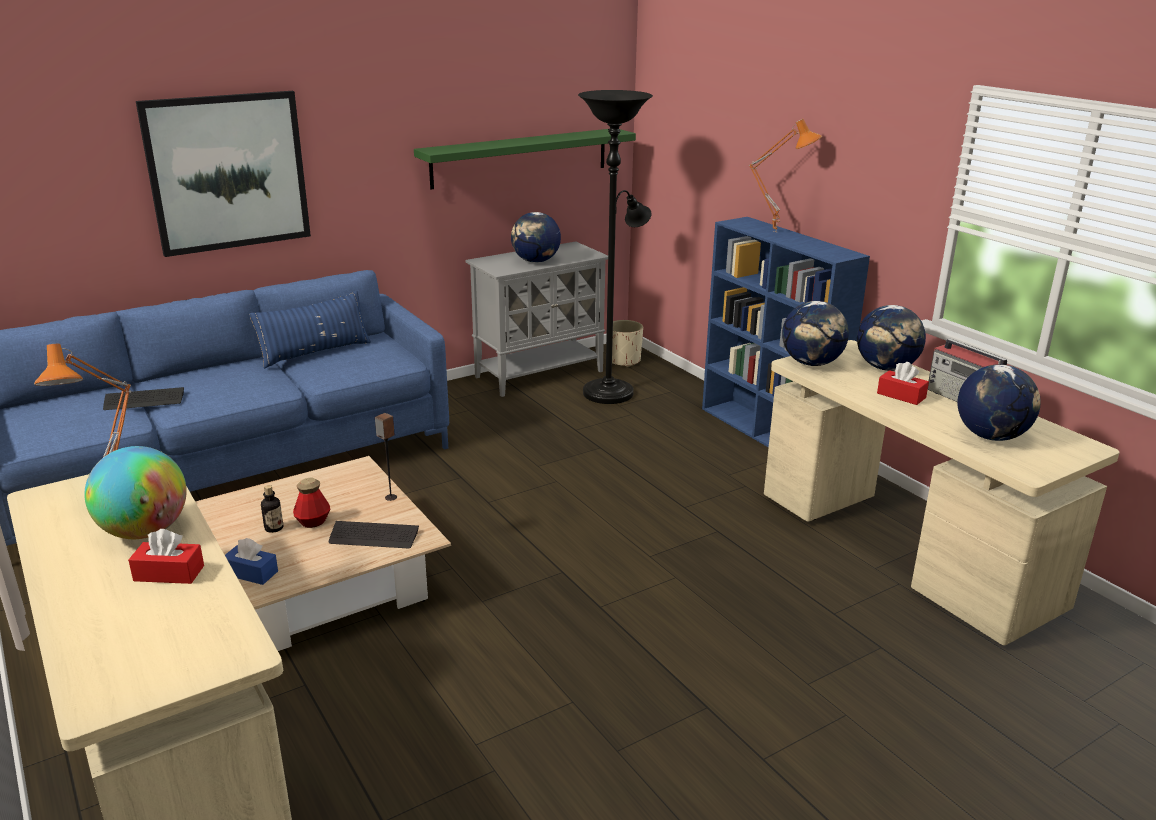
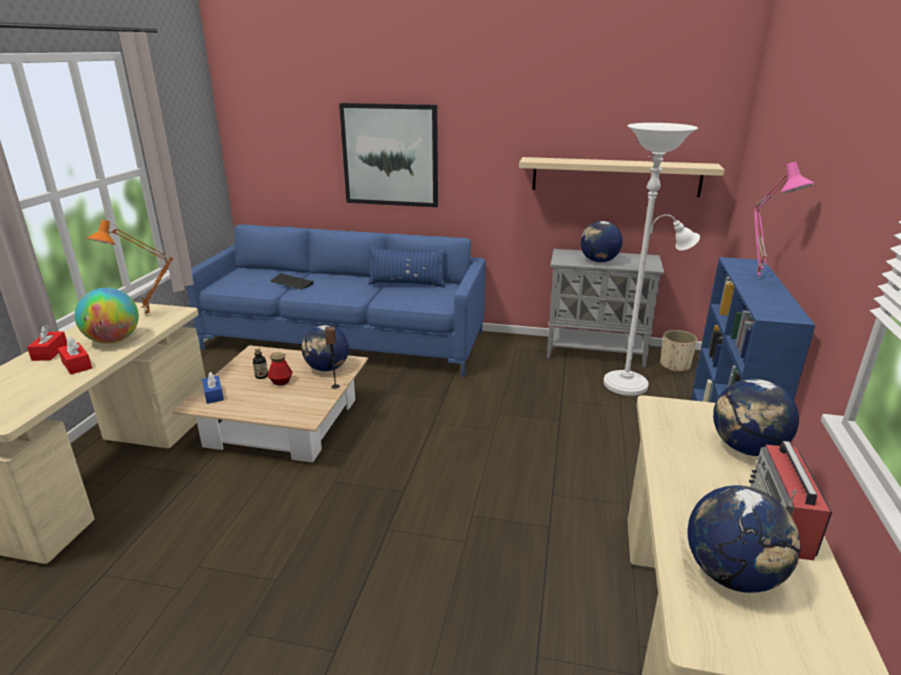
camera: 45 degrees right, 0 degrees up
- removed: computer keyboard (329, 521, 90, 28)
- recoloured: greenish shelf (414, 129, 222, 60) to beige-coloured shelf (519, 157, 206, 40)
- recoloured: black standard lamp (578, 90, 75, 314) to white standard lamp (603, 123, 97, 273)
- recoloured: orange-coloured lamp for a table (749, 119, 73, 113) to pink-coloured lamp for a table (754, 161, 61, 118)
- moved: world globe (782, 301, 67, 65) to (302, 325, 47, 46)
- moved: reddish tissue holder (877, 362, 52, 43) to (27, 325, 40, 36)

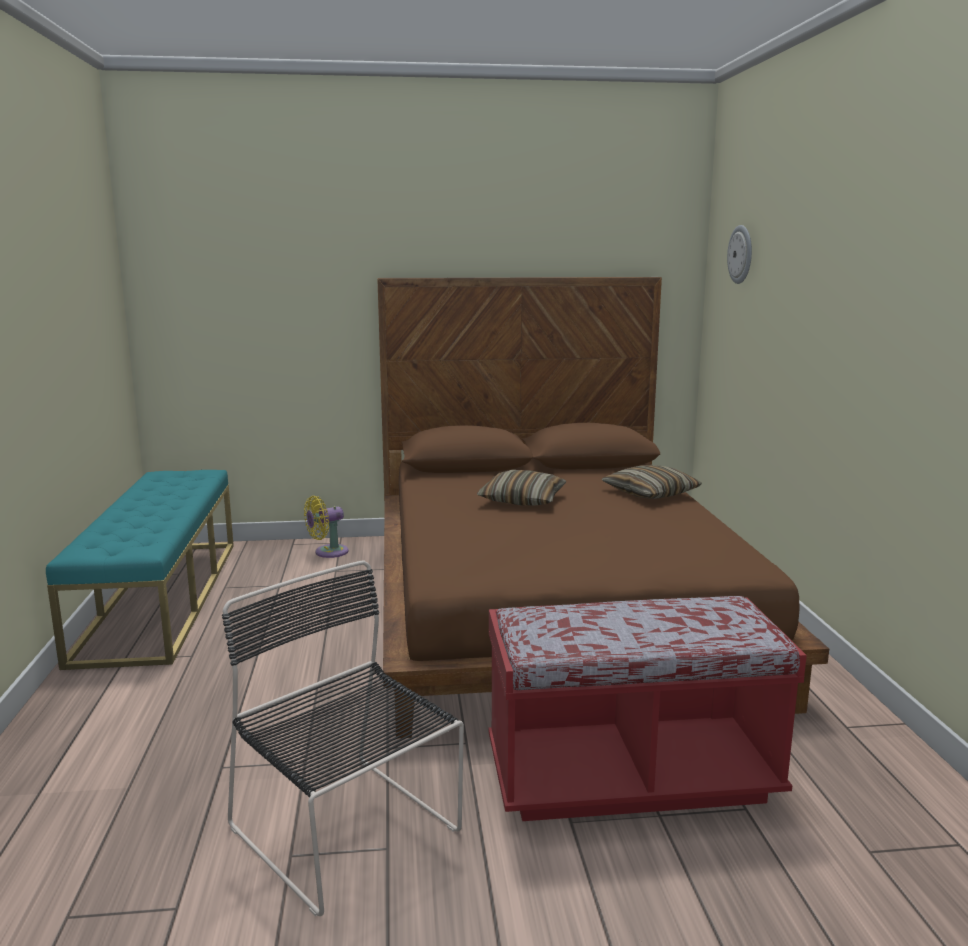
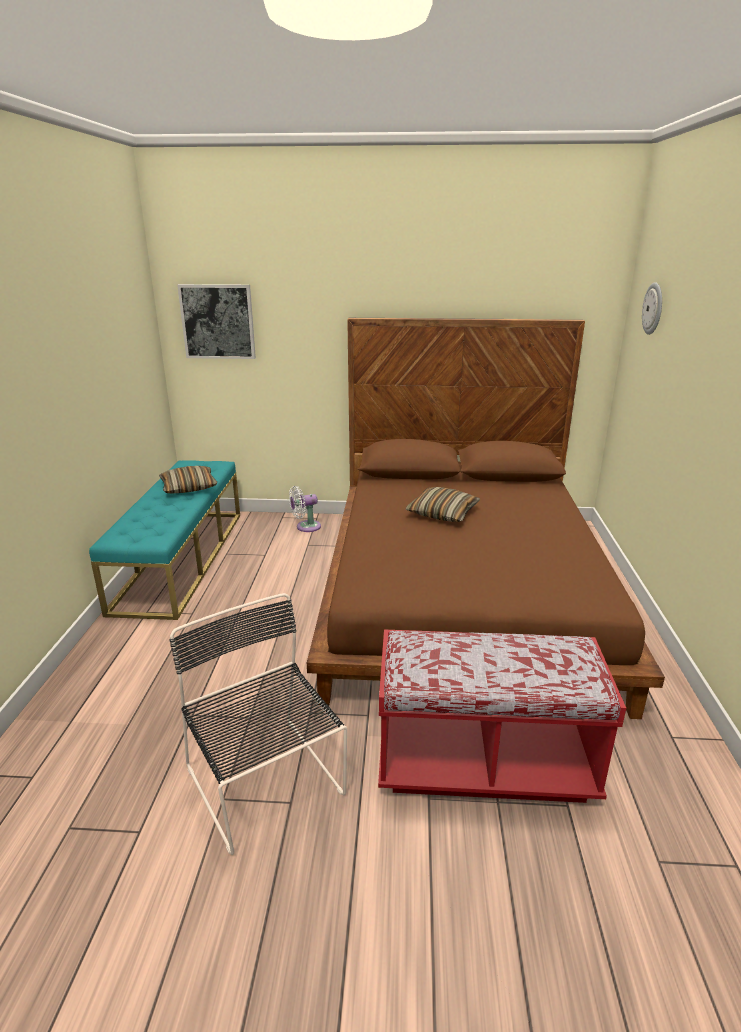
camera: 10 degrees right, 10 degrees up
- recoloured: yellowish electric fan (304, 496, 45, 62) to white electric fan (289, 486, 32, 46)
- moved: pillow (602, 465, 100, 34) to (159, 466, 58, 27)
- added: picture (177, 284, 79, 75)

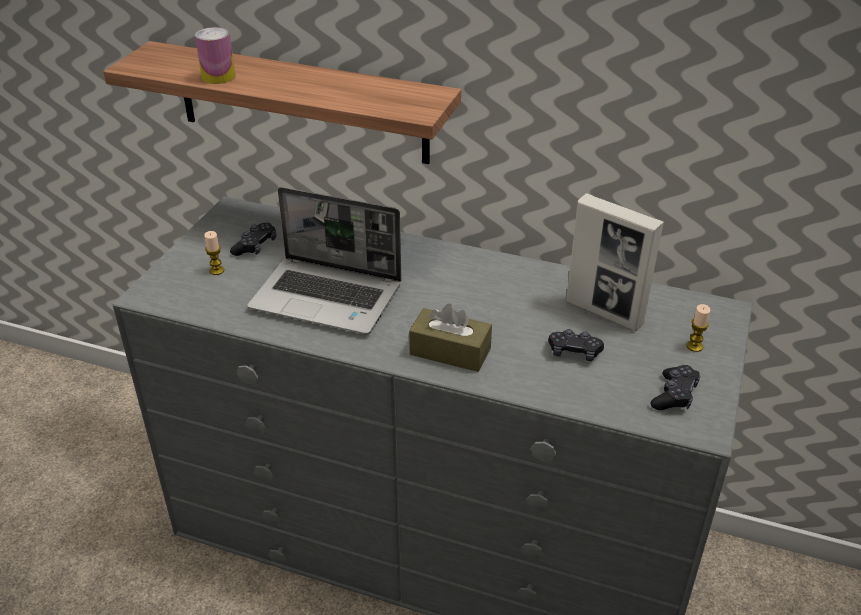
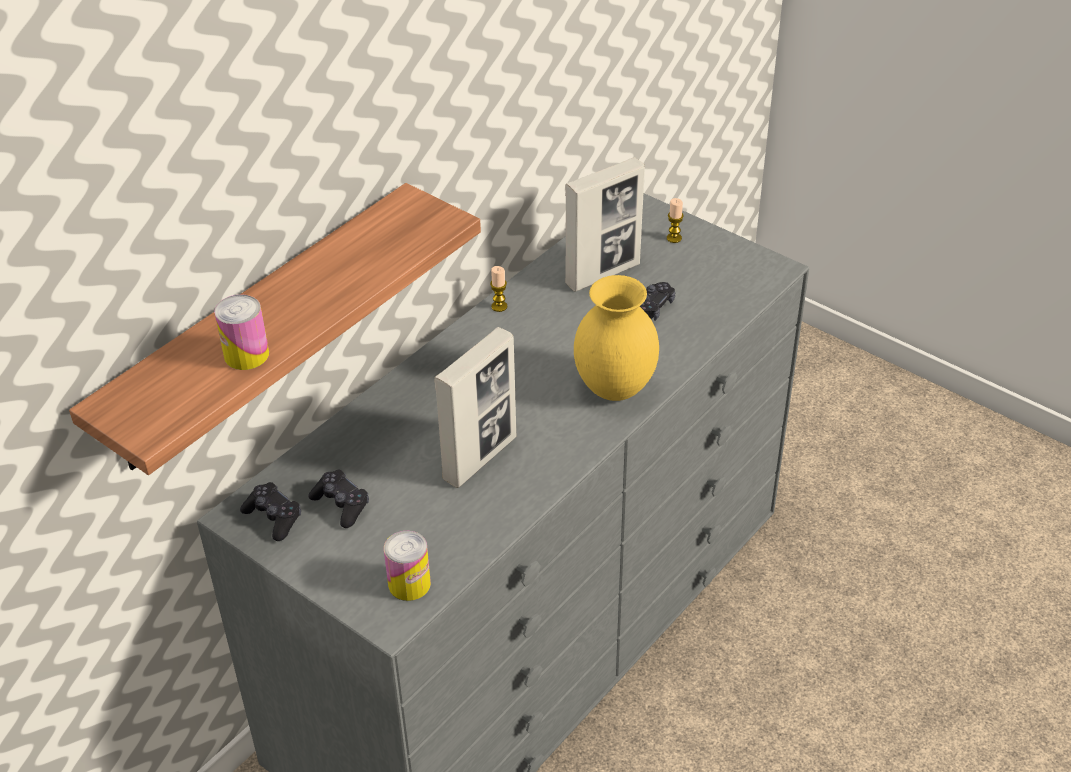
camera: 70 degrees left, 5 degrees up
- moved: wax light (204, 231, 20, 44) to (490, 266, 17, 46)
- replaced: notebook computer (248, 187, 153, 147) to picture frame (434, 327, 82, 161)
- replaced: brown-coloured tissue holder (409, 304, 83, 68) to yellowish flower vase (574, 275, 85, 126)
- moved: black joypad (651, 365, 49, 45) to (240, 482, 61, 59)
- added: metal can (384, 531, 47, 70)

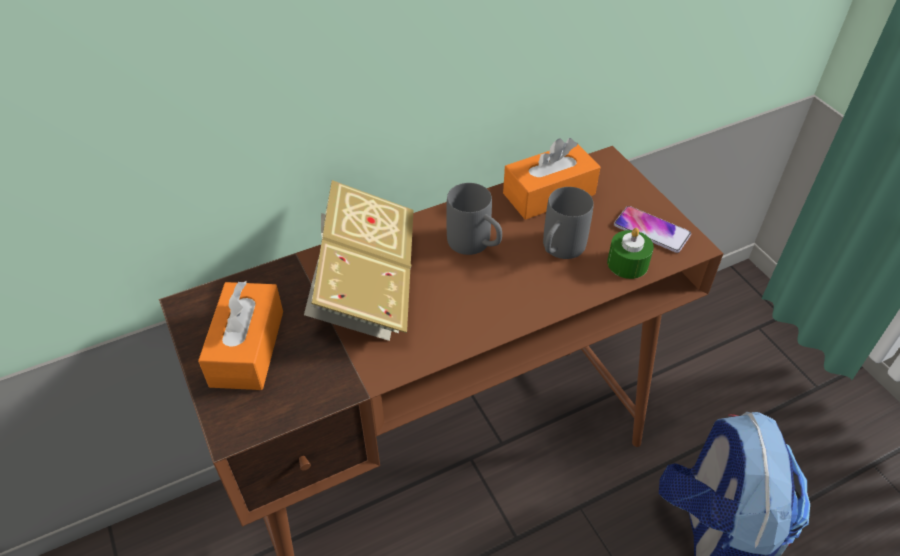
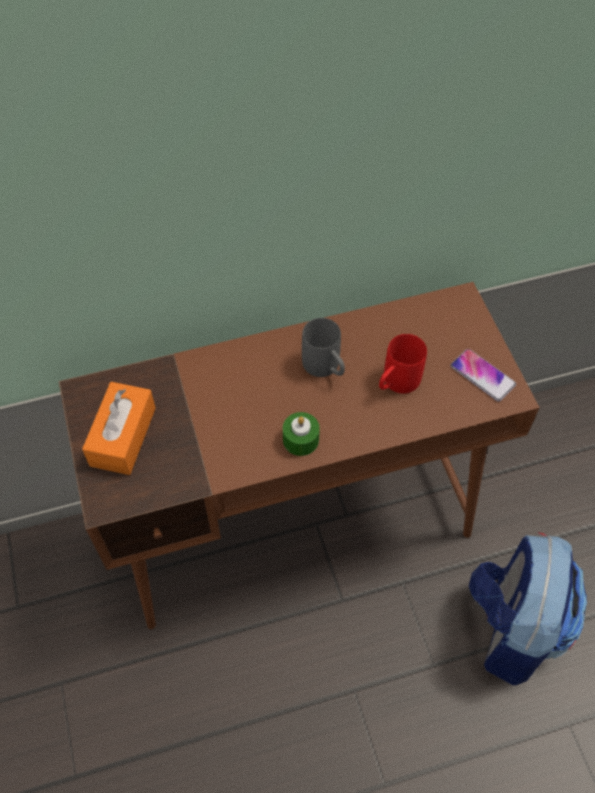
camera: 10 degrees right, 10 degrees up
- removed: bound book (304, 180, 110, 161)
- removed: orange-coloured tissue holder (503, 138, 98, 82)
- recoloured: grey tea mug (543, 187, 51, 72) to reddish tea mug (379, 334, 48, 60)
- moved: greenish wax light (607, 228, 47, 51) to (283, 412, 37, 44)

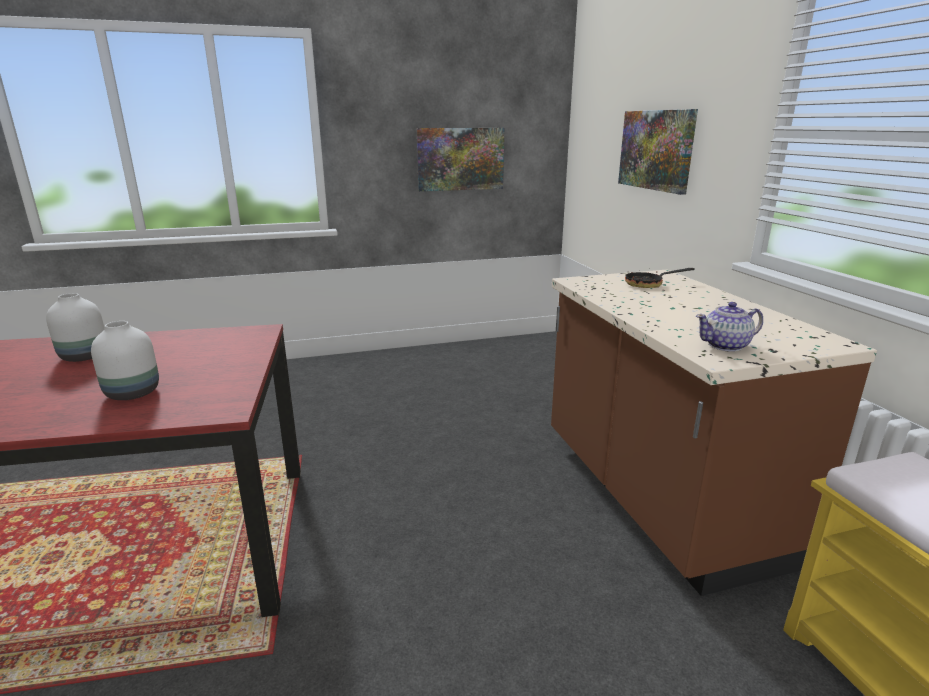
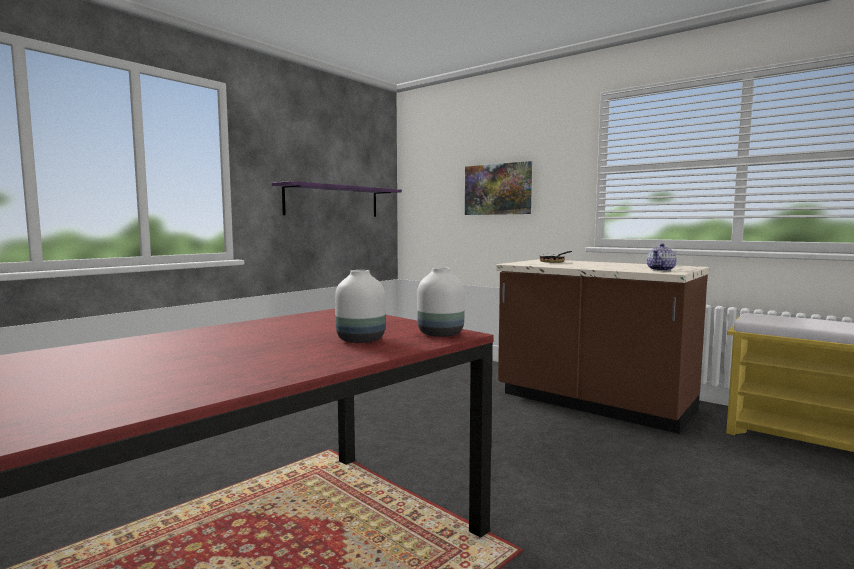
camera: 35 degrees left, 15 degrees down
- moved: white flower vase (46, 293, 59, 69) to (417, 267, 48, 70)
- replaced: picture (417, 128, 87, 63) to purple-coloured shelf (272, 181, 130, 36)

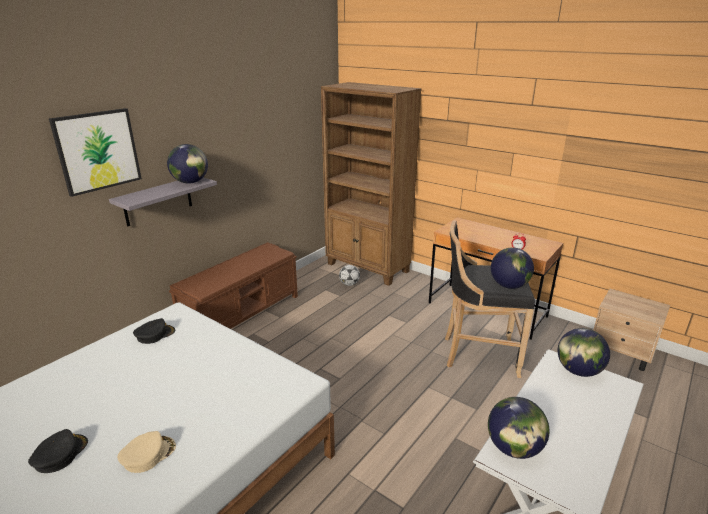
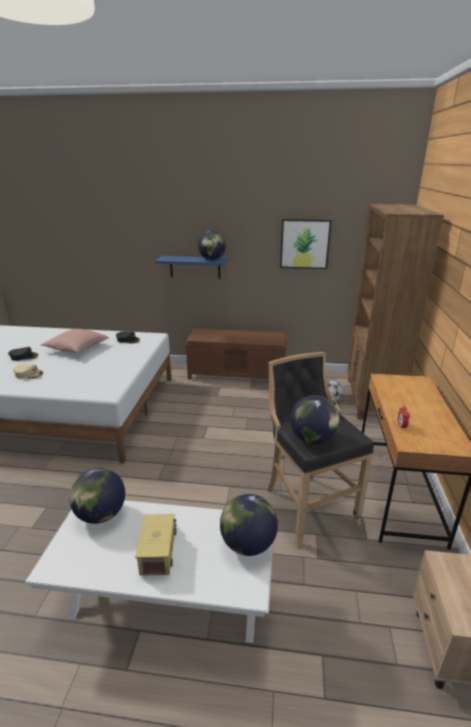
camera: 60 degrees right, 0 degrees up
- moved: picture (49, 108, 93, 89) to (280, 219, 52, 50)
- recoloured: grey shelf (109, 177, 108, 50) to bluish shelf (155, 256, 73, 23)
- added: pink-coloured pillow (41, 329, 68, 23)
- added: model truck (135, 514, 42, 62)

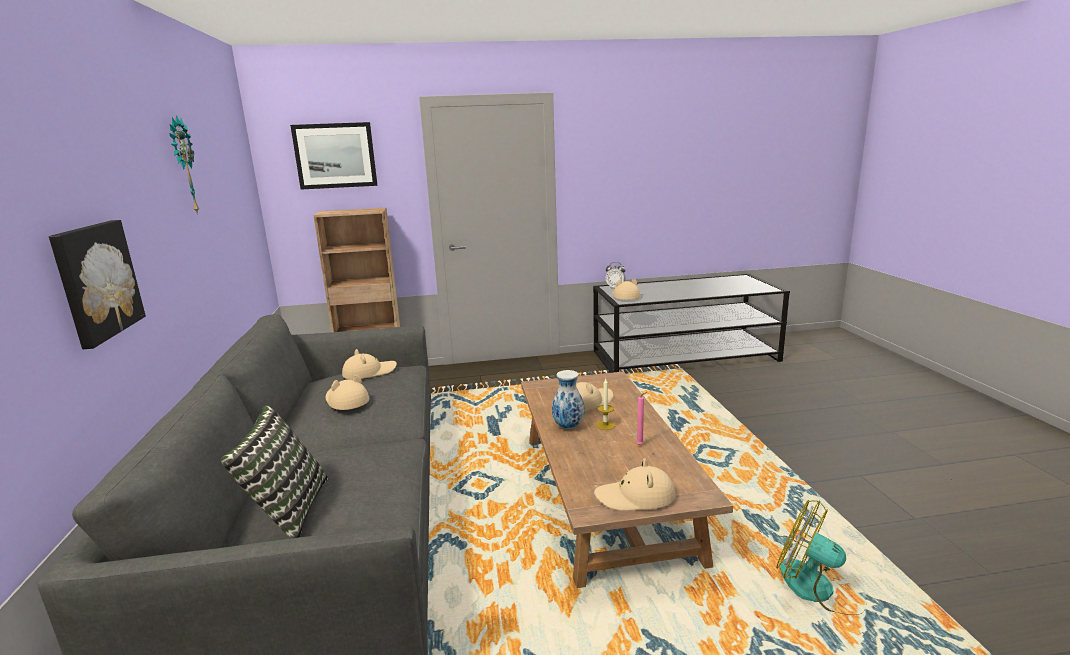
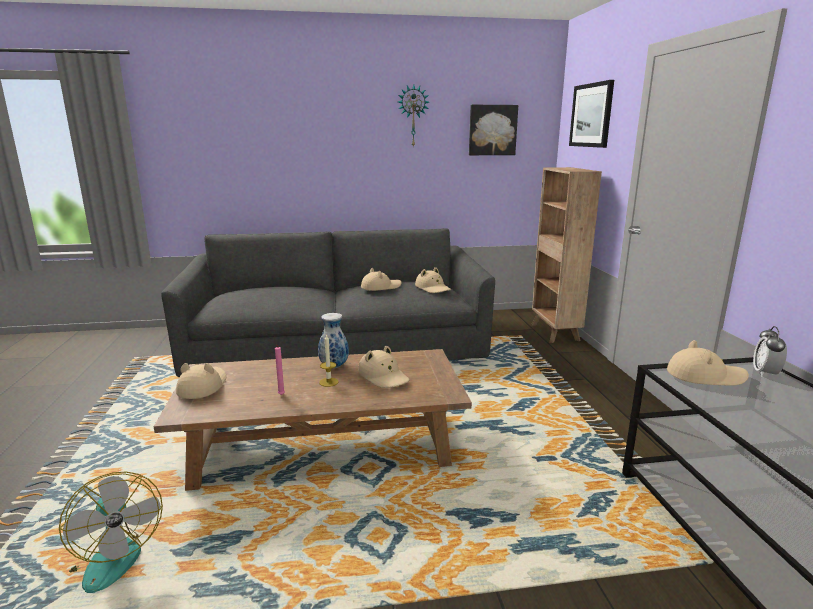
camera: 90 degrees right, 0 degrees up
- moved: picture (49, 220, 97, 129) to (469, 105, 49, 50)
- removed: pillow (221, 405, 107, 133)
- turned: electric fan (777, 500, 90, 115) = (59, 472, 104, 121) 105 degrees clockwise

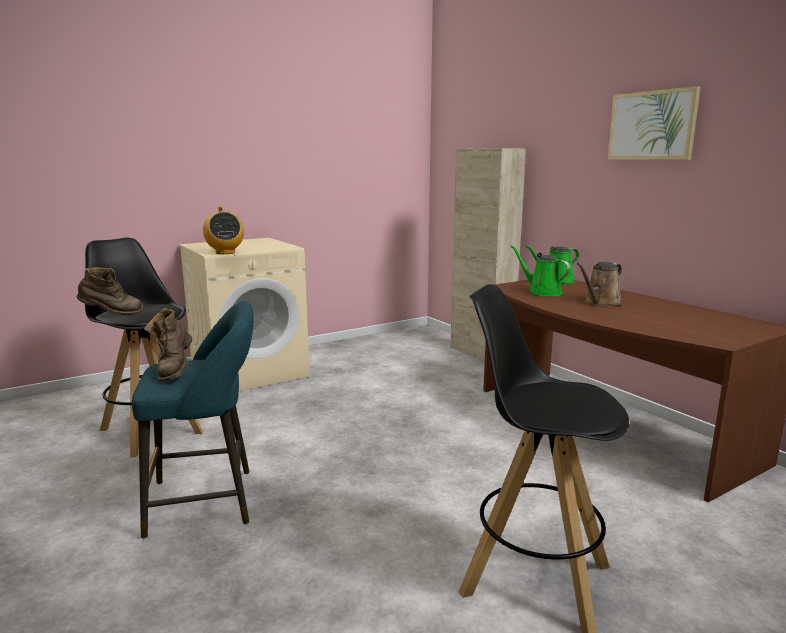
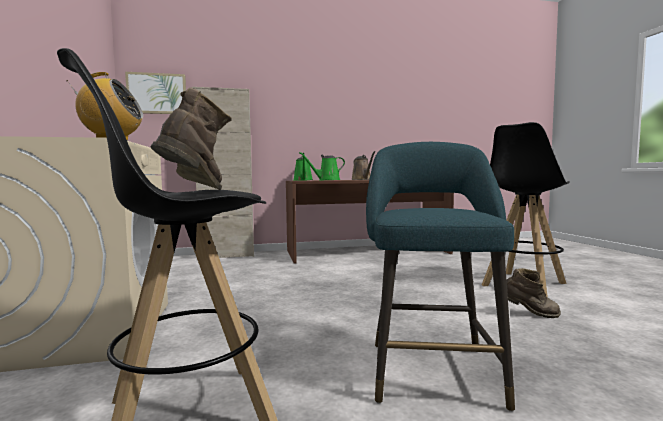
camera: 70 degrees left, 10 degrees down
- moved: brown-coloured tall boot (144, 308, 48, 74) to (507, 268, 54, 50)
- moved: picture (607, 86, 93, 74) to (125, 72, 61, 42)

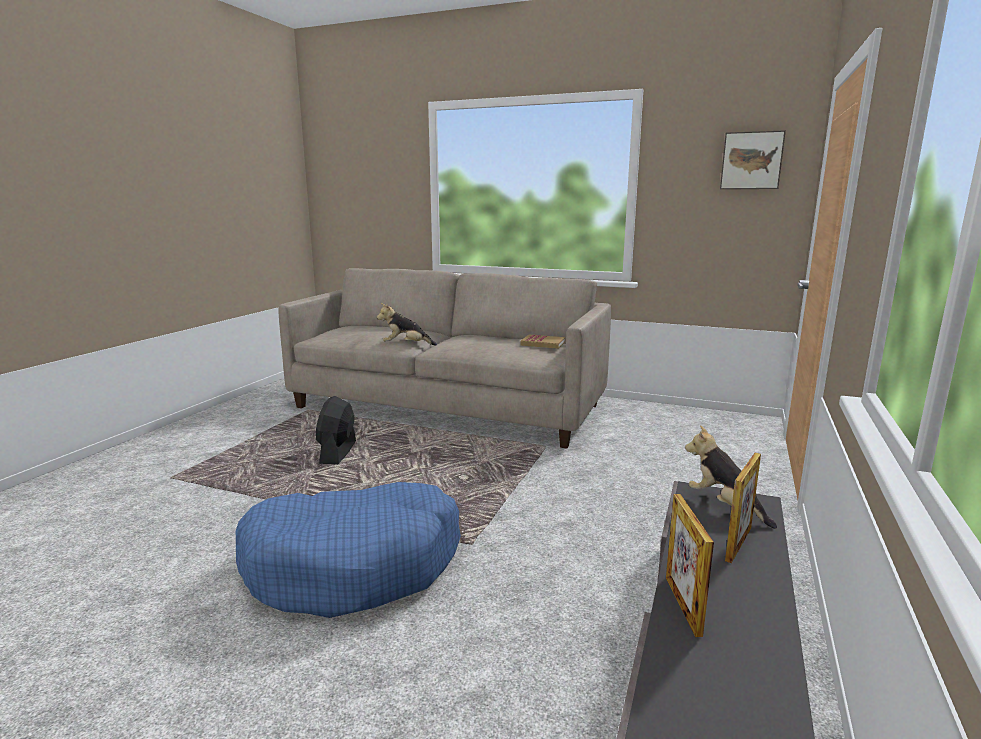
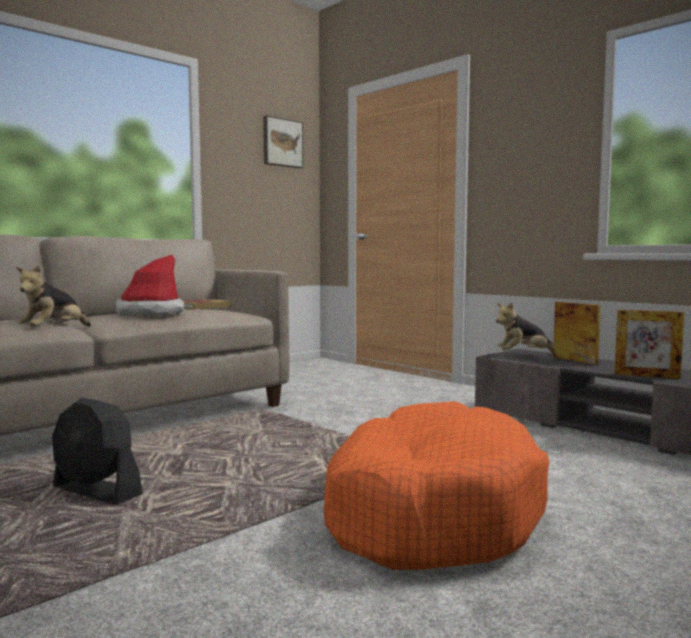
camera: 65 degrees left, 10 degrees down
- recoloured: bluish dog bed (236, 482, 225, 136) to orange-coloured dog bed (324, 402, 225, 168)
- added: clothing hat (116, 255, 68, 60)

